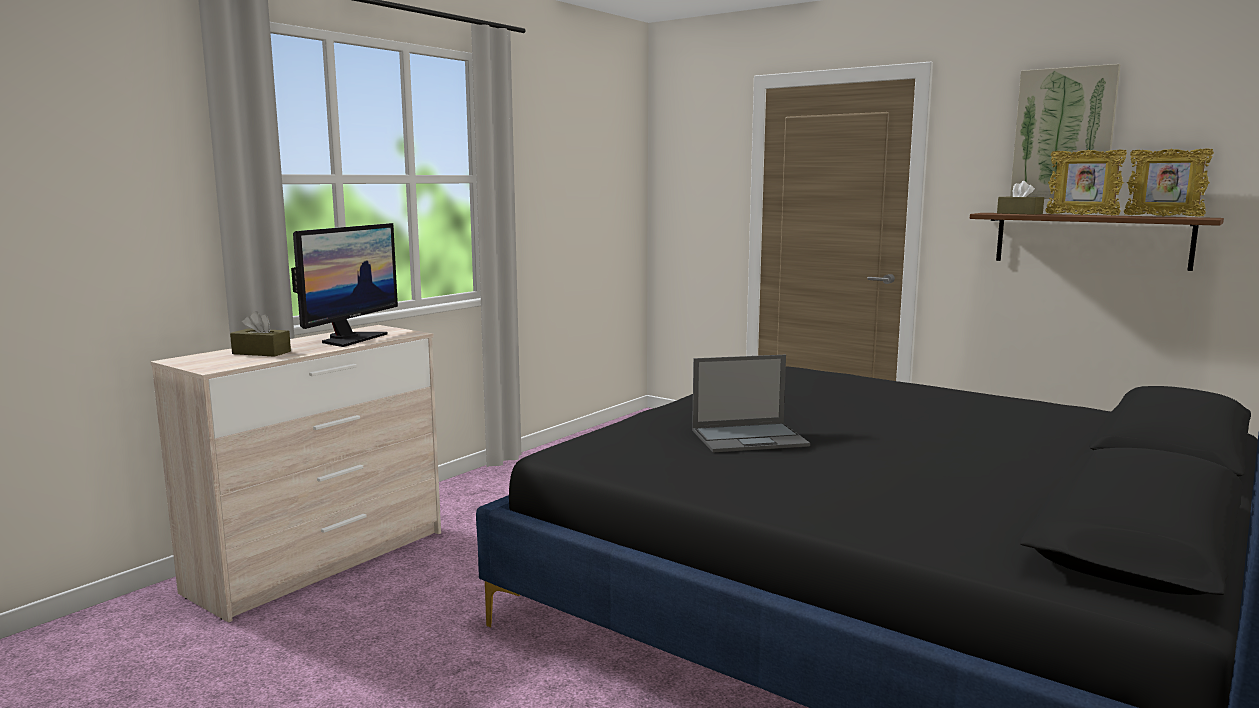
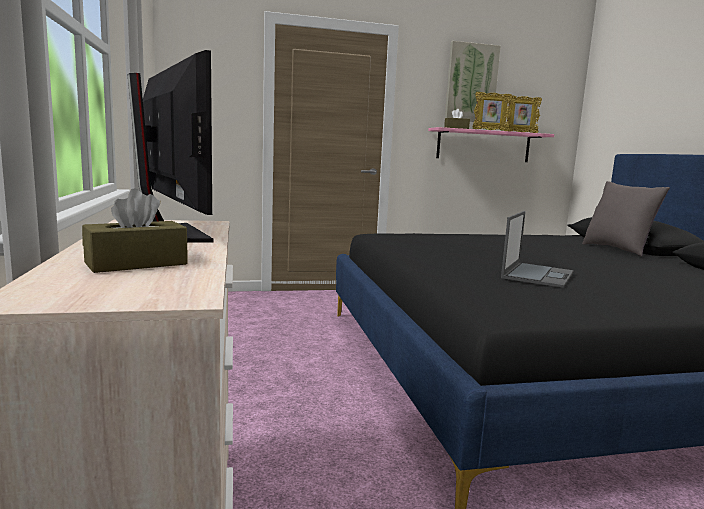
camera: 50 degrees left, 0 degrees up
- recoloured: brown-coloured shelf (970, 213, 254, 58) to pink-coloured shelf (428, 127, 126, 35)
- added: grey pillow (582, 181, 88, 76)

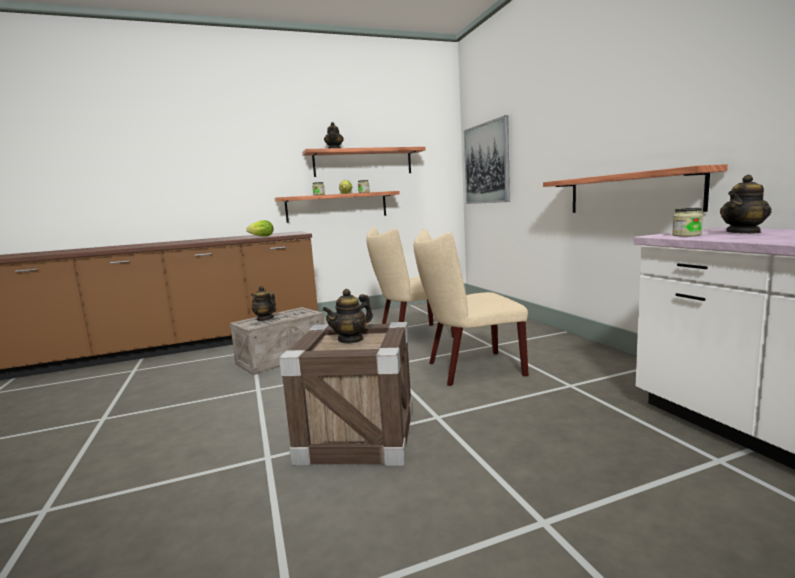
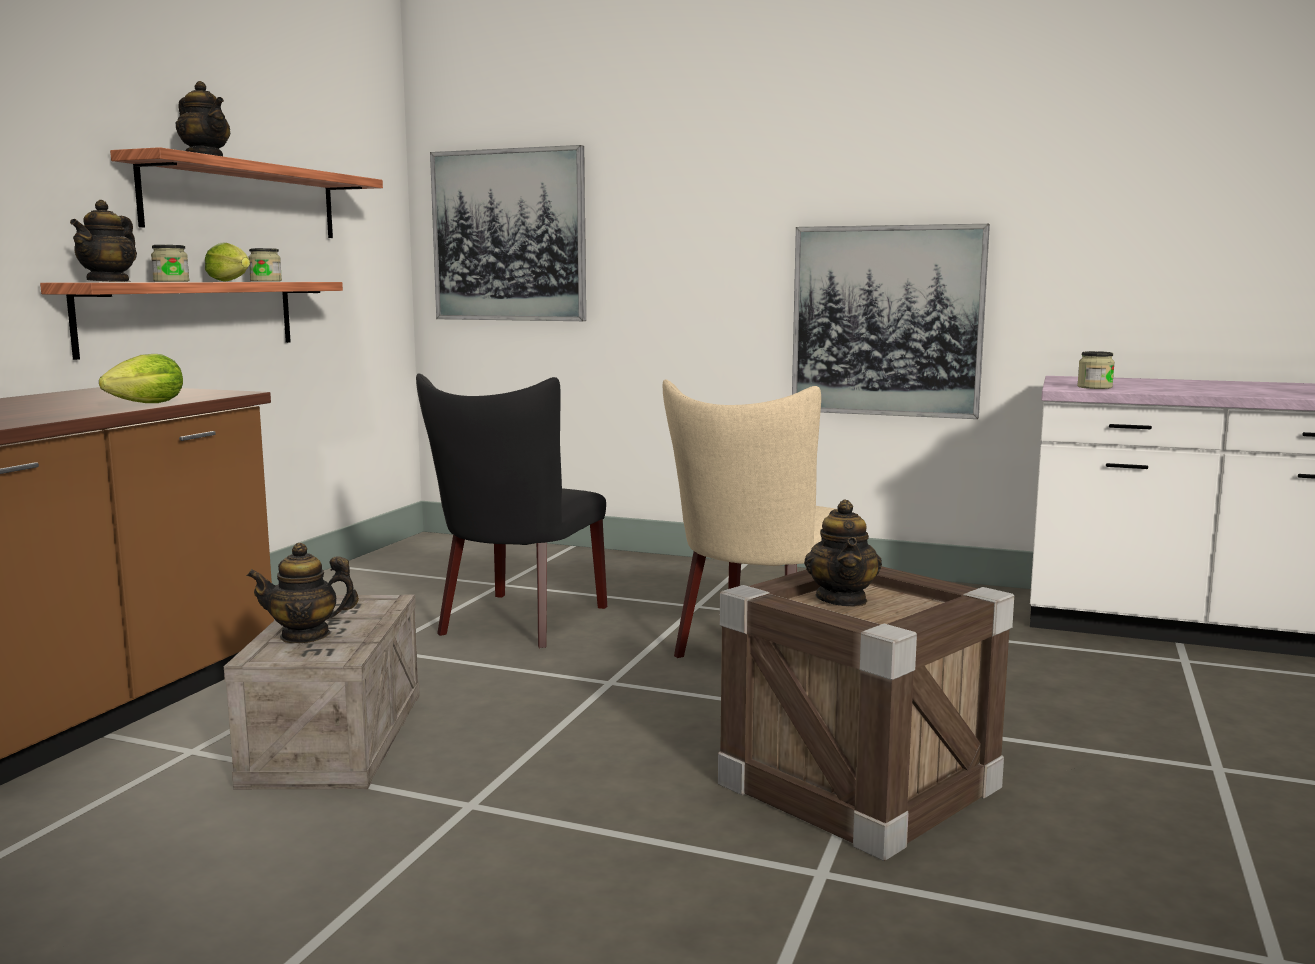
camera: 50 degrees left, 0 degrees up
- recoloured: beige-coloured upright chair (366, 227, 89, 111) to black upright chair (416, 374, 191, 274)
- replaced: shelf (543, 164, 185, 49) to picture (792, 224, 198, 195)
- moved: pot for tea (720, 175, 52, 59) to (70, 200, 67, 82)

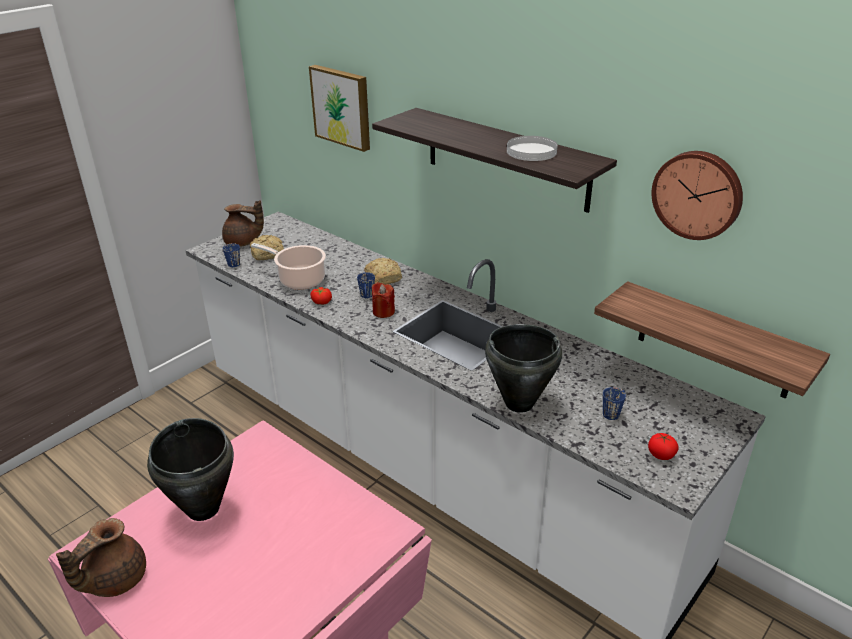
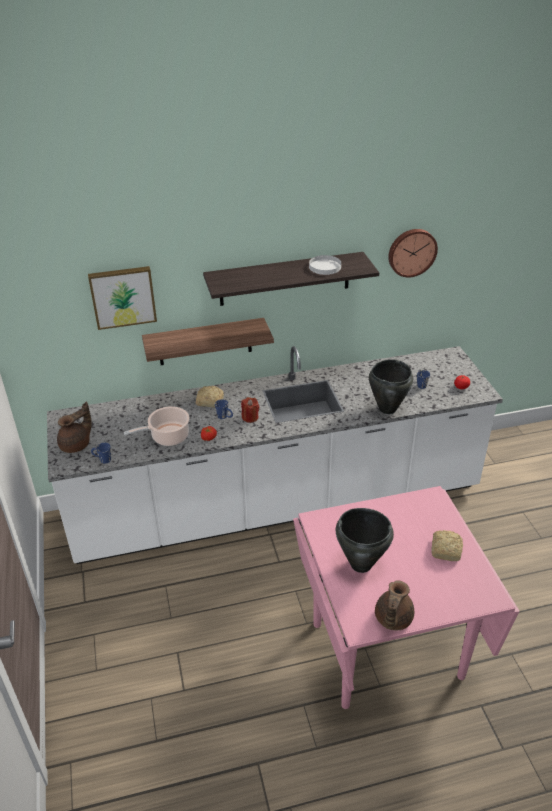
camera: 55 degrees left, 5 degrees up
- turned: brown-coloured pot for tea (56, 518, 90, 79) = (375, 580, 39, 50) 45 degrees clockwise
- moved: baked bread (250, 235, 34, 25) to (431, 530, 32, 31)
- moved: shelf (594, 281, 236, 118) to (142, 318, 132, 47)

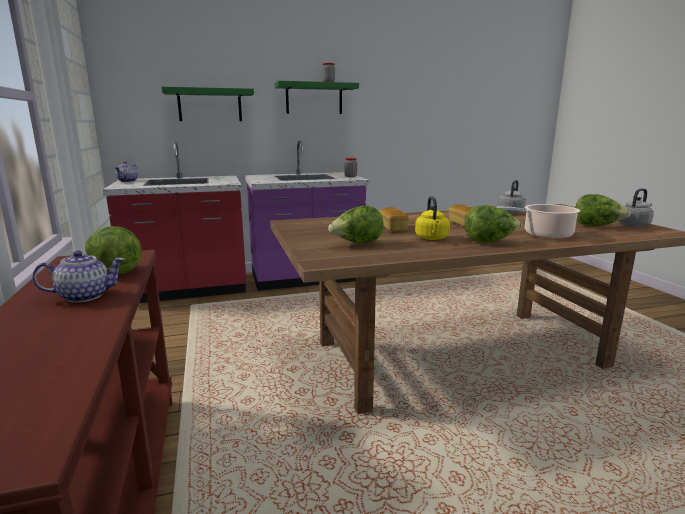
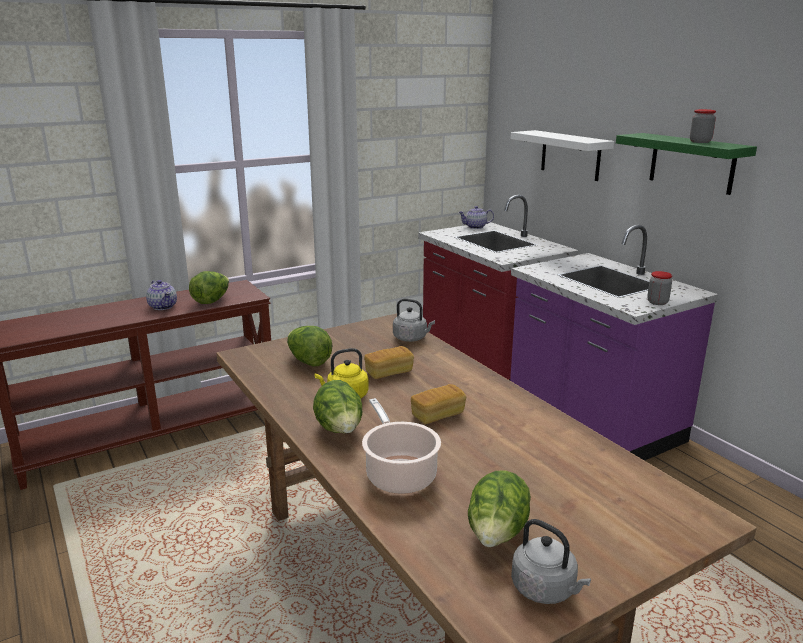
camera: 75 degrees right, 5 degrees up
- recoloured: greenish shelf (162, 87, 92, 34) to white shelf (511, 130, 103, 51)
- moved: grey water kettle (498, 180, 28, 34) to (393, 299, 42, 43)

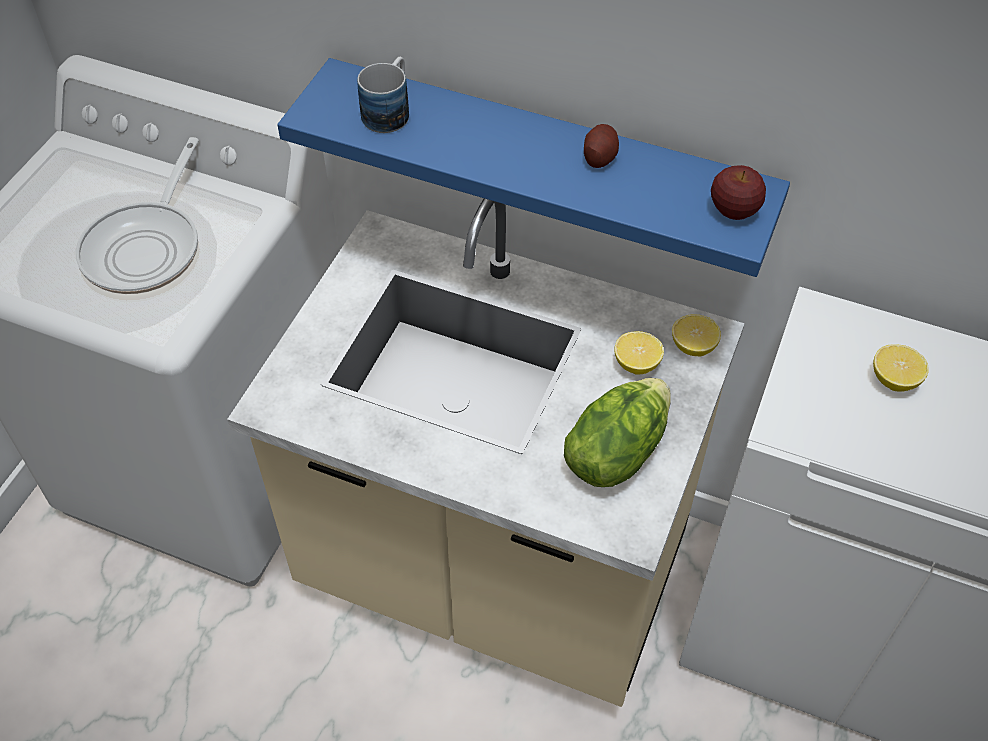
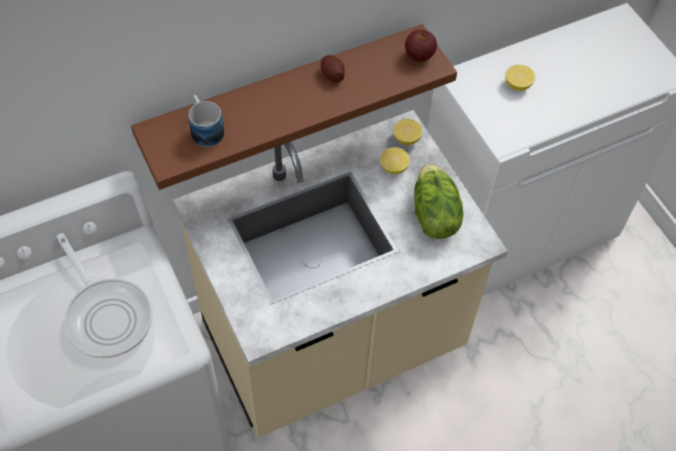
camera: 50 degrees left, 5 degrees up
- recoloured: bluish shelf (277, 58, 513, 219) to brown-coloured shelf (131, 24, 326, 166)

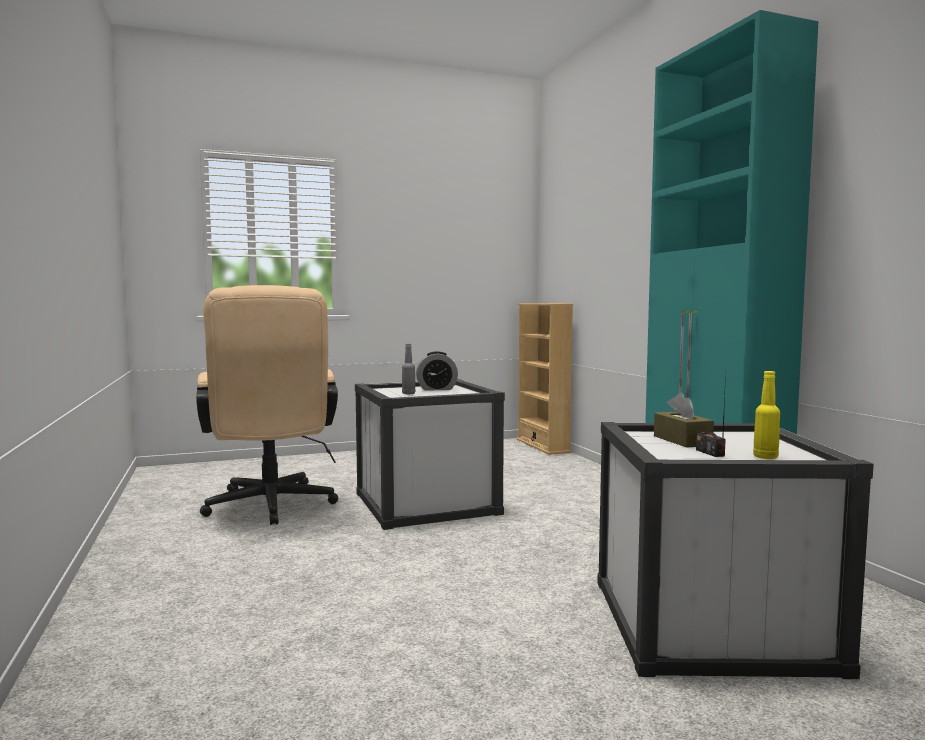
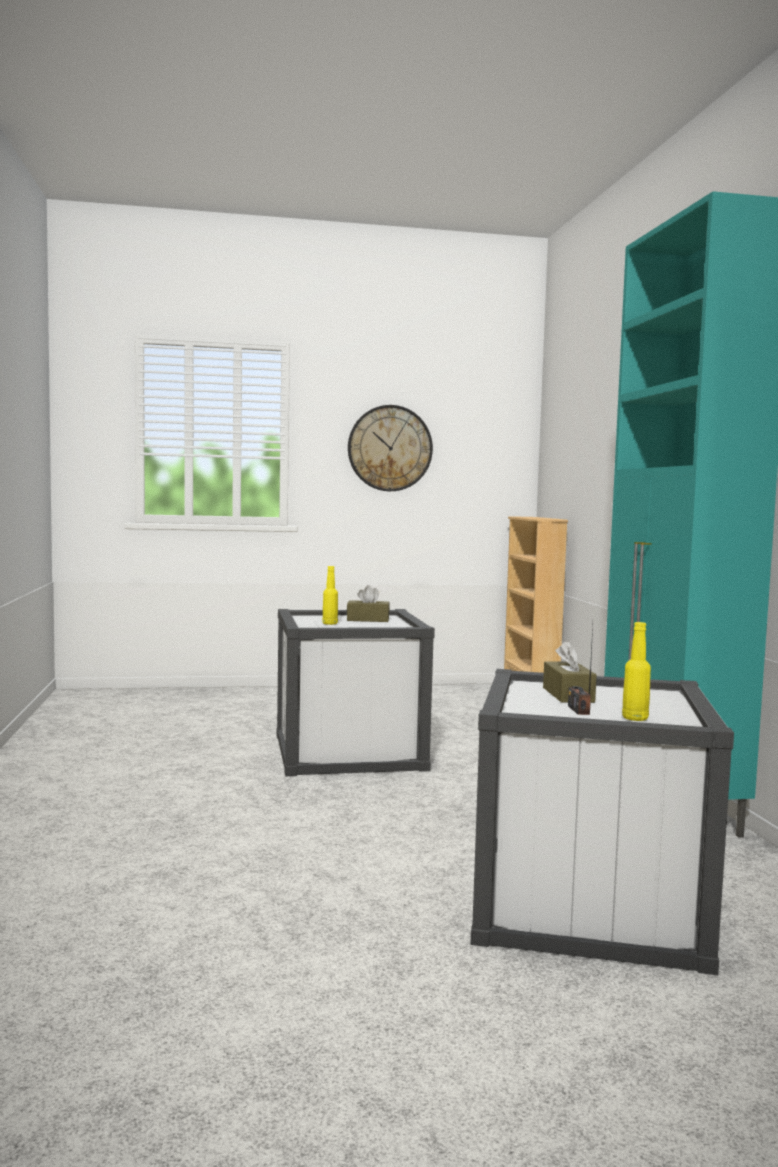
camera: 10 degrees right, 0 degrees up
- removed: beige-coloured computer chair (196, 285, 142, 240)
- recoloured: grey drink bottle (402, 343, 13, 51) to yellowish drink bottle (322, 566, 16, 59)
- replaced: alarm clock (416, 351, 42, 40) to brown-coloured tissue holder (347, 585, 43, 37)
- added: clock on the wall (348, 405, 85, 86)

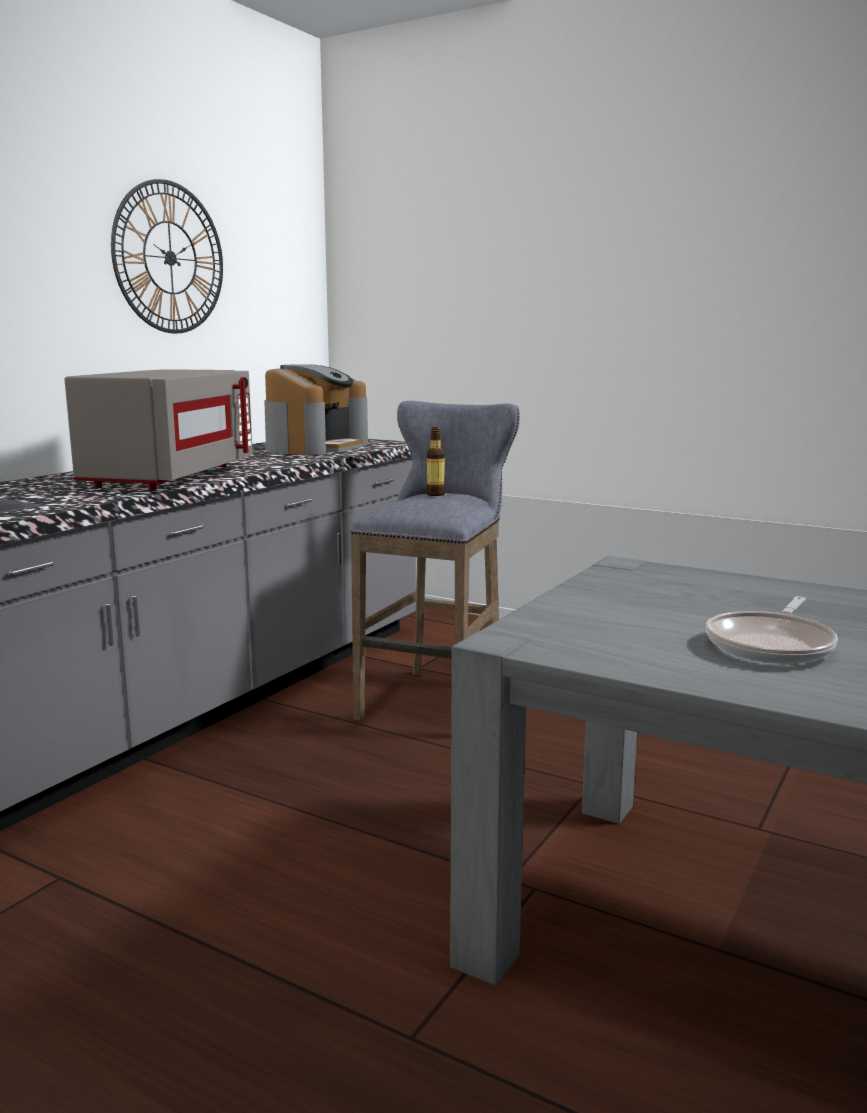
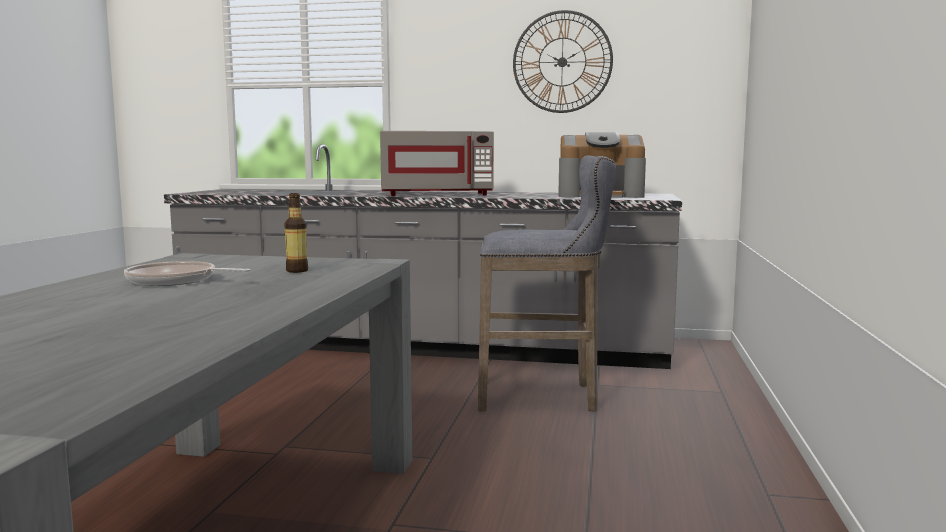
camera: 70 degrees right, 5 degrees down
- moved: drink bottle (426, 427, 19, 69) to (285, 193, 23, 80)

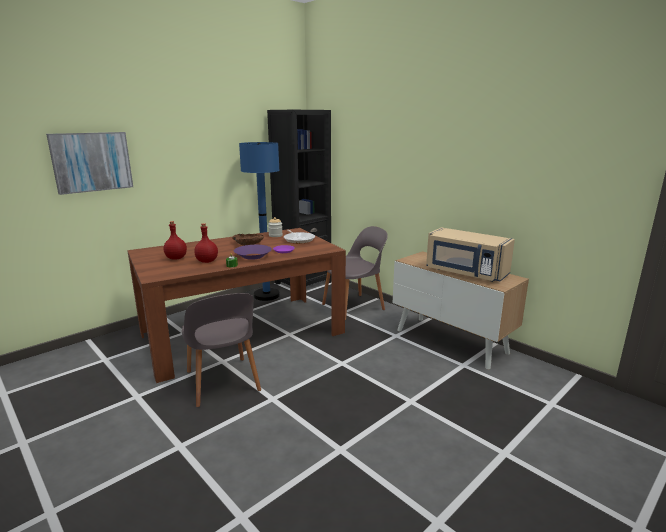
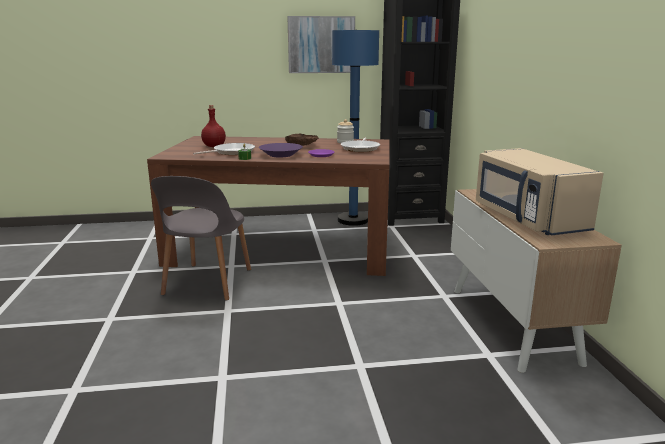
camera: 35 degrees right, 0 degrees up
- moved: picture (46, 132, 87, 63) to (287, 16, 68, 57)
- replaced: reddish drink bottle (194, 223, 24, 40) to frying pan (193, 143, 62, 12)
- removed: grey upright chair (322, 226, 66, 94)

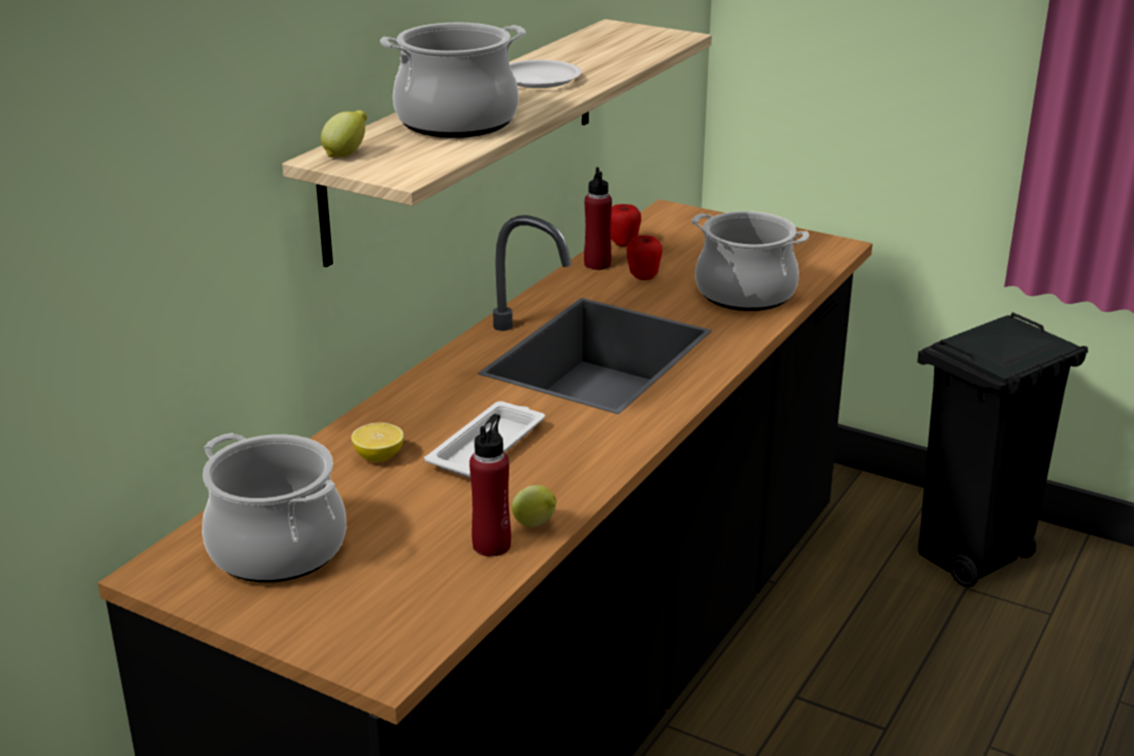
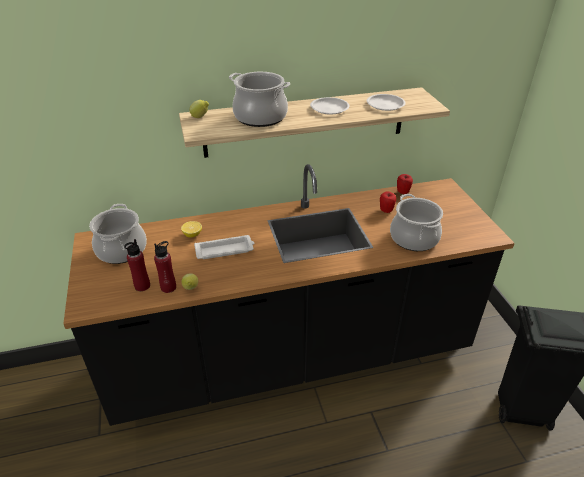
camera: 45 degrees right, 10 degrees up
- moved: reddish drink bottle (584, 167, 28, 103) to (124, 239, 26, 52)
- added: white flat dish (367, 94, 39, 17)

